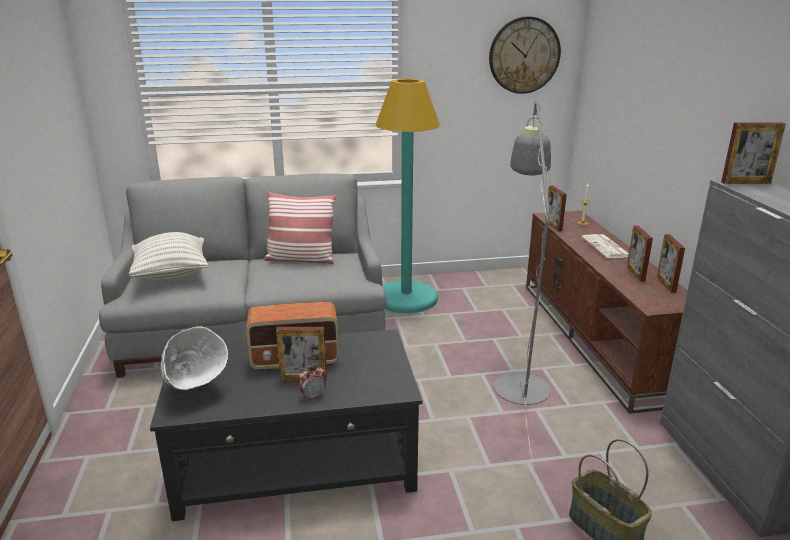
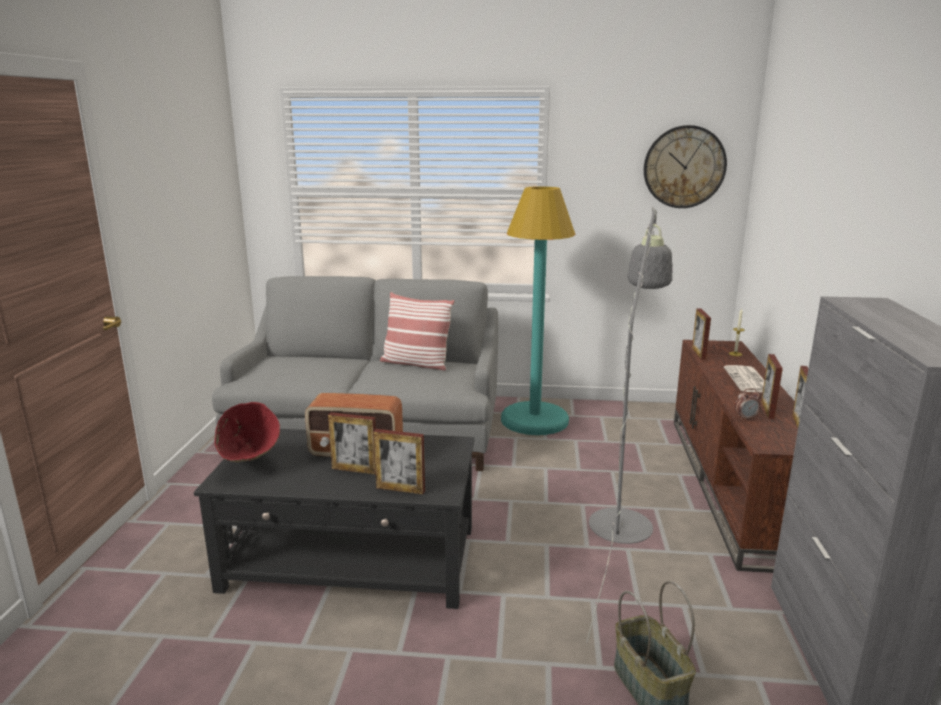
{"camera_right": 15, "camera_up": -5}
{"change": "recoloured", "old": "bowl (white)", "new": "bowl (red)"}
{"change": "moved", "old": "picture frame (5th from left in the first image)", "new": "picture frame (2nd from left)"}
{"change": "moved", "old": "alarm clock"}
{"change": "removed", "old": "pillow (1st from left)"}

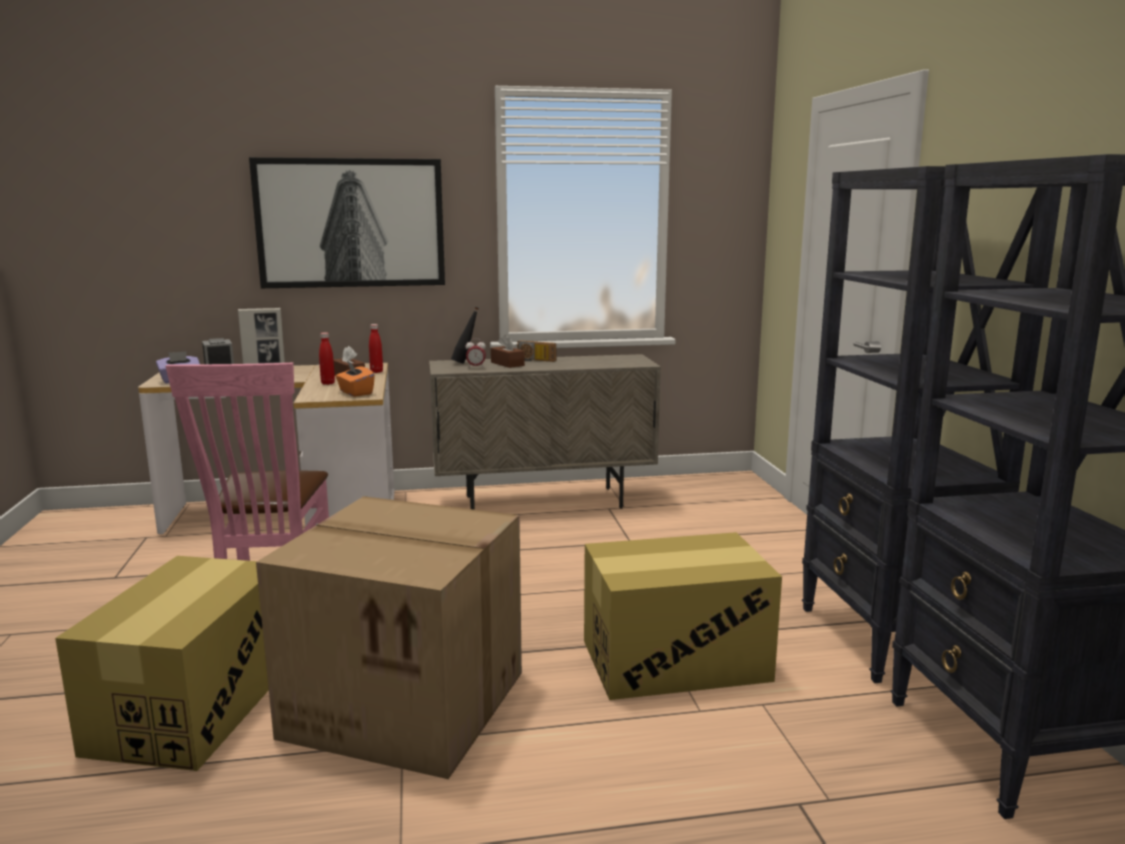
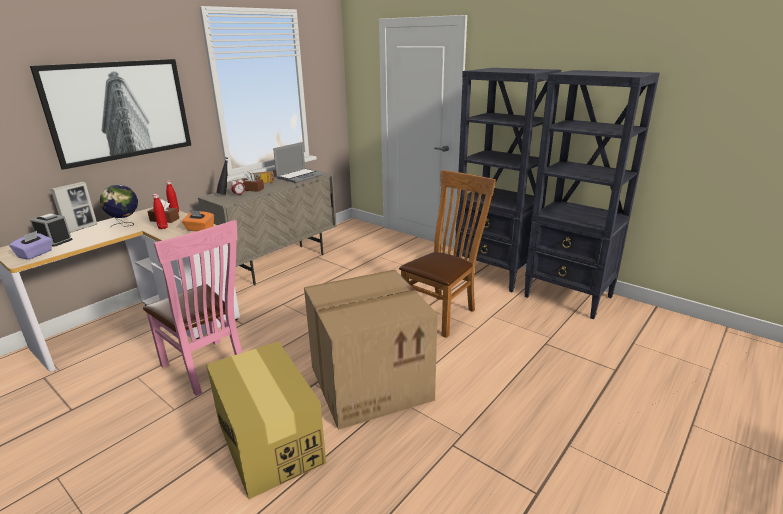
{"camera_right": -40, "camera_up": 10}
{"change": "added", "new": "globe"}
{"change": "added", "new": "laptop"}
{"change": "replaced", "old": "cardboard box (3rd from left)", "new": "chair (brown)"}

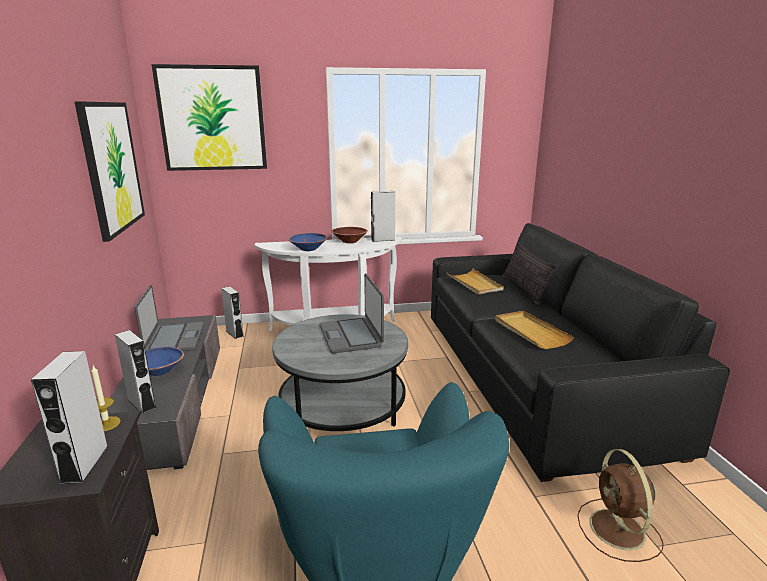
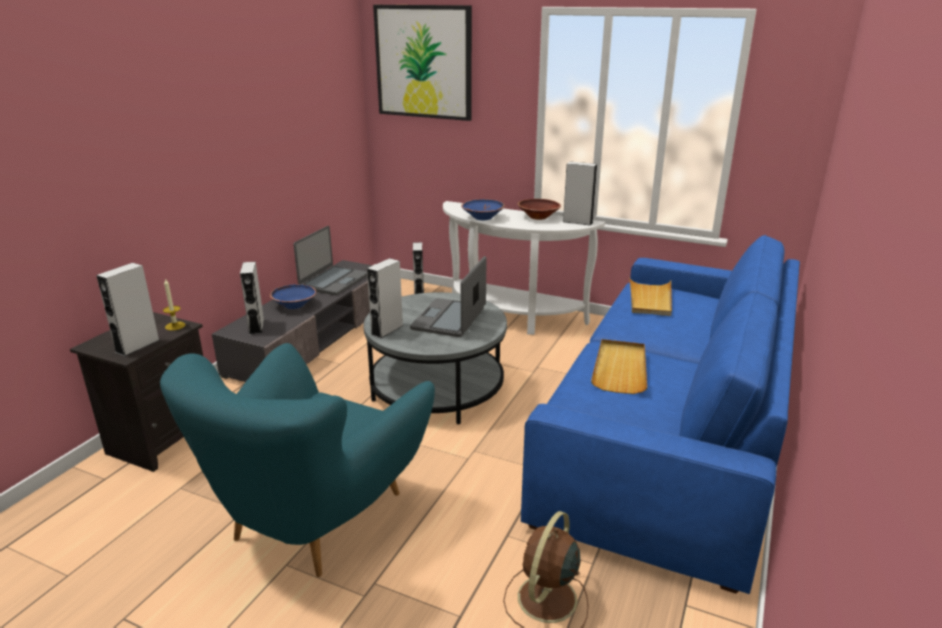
{"camera_right": 35, "camera_up": 5}
{"change": "added", "new": "speaker (grey) (3rd from left)"}
{"change": "recoloured", "old": "sofa (black)", "new": "sofa (blue)"}
{"change": "removed", "old": "picture (1st from left)"}
{"change": "removed", "old": "pillow"}

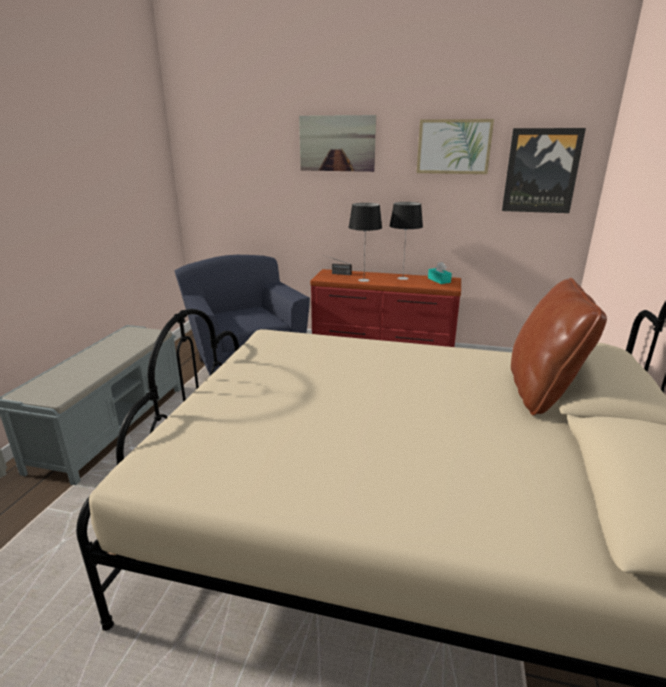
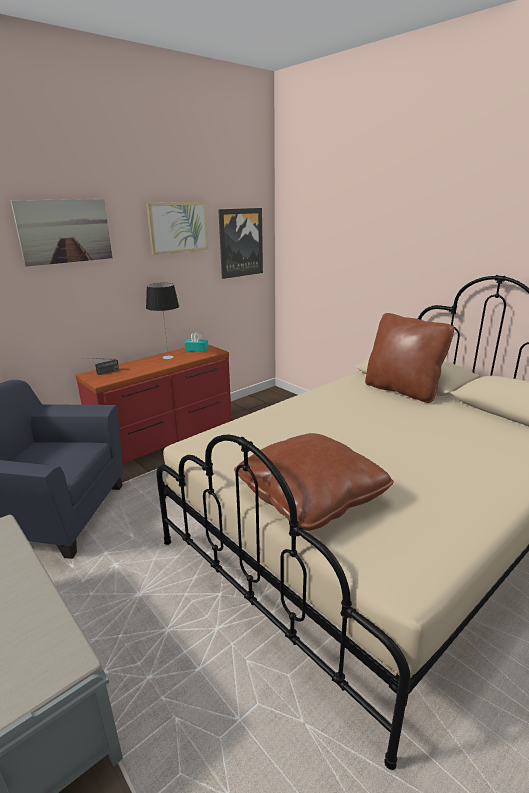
{"camera_right": -55, "camera_up": 0}
{"change": "added", "new": "pillow (brown) (1st from left)"}
{"change": "removed", "old": "table lamp (1st from left)"}

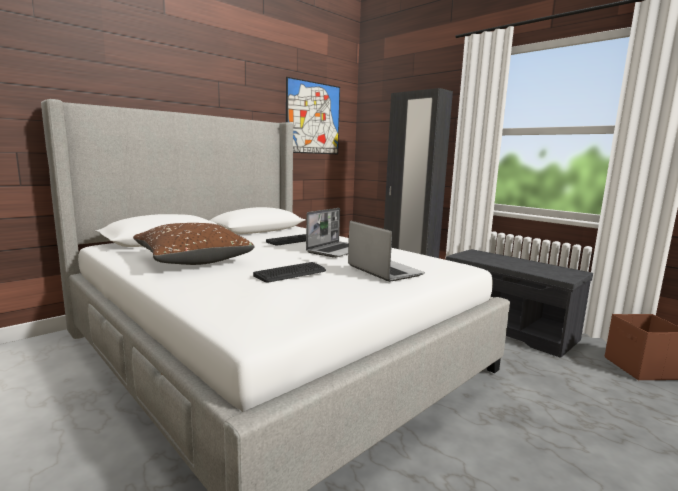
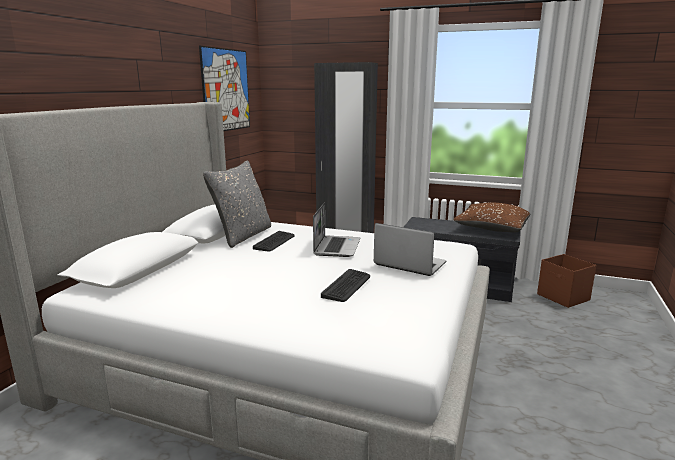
{"camera_right": -25, "camera_up": 5}
{"change": "added", "new": "pillow (grey)"}
{"change": "moved", "old": "pillow (brown)"}

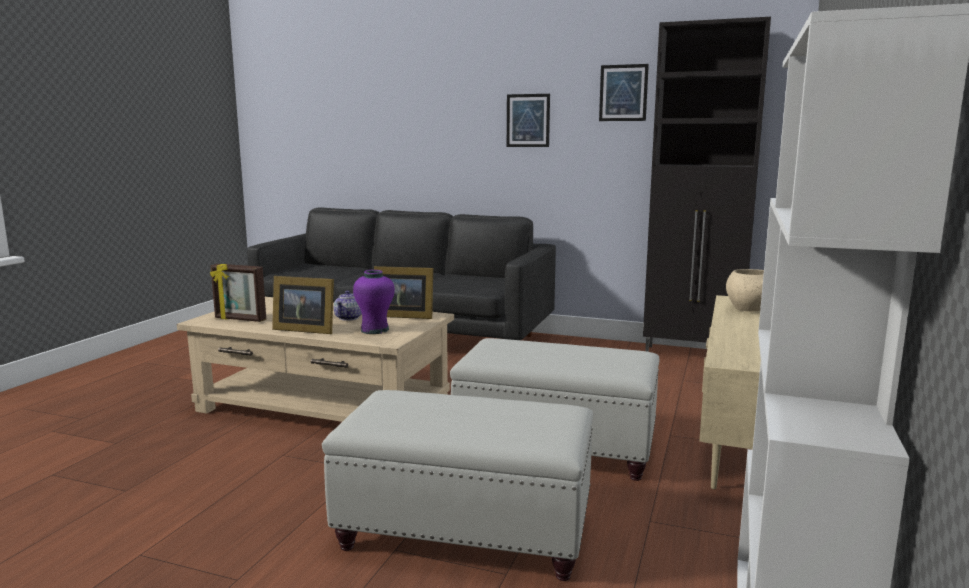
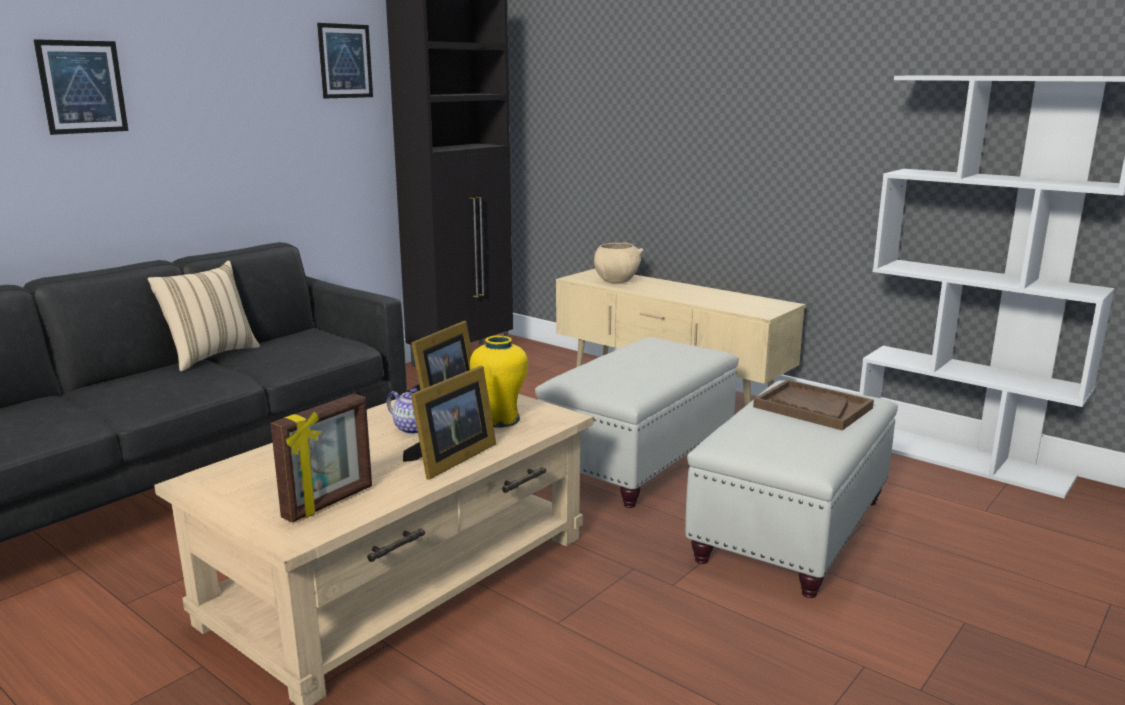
{"camera_right": -70, "camera_up": 5}
{"change": "moved", "old": "picture (1st from left)"}
{"change": "added", "new": "pillow (beige)"}
{"change": "recoloured", "old": "vase (purple)", "new": "vase (yellow)"}
{"change": "added", "new": "tray (brown)"}

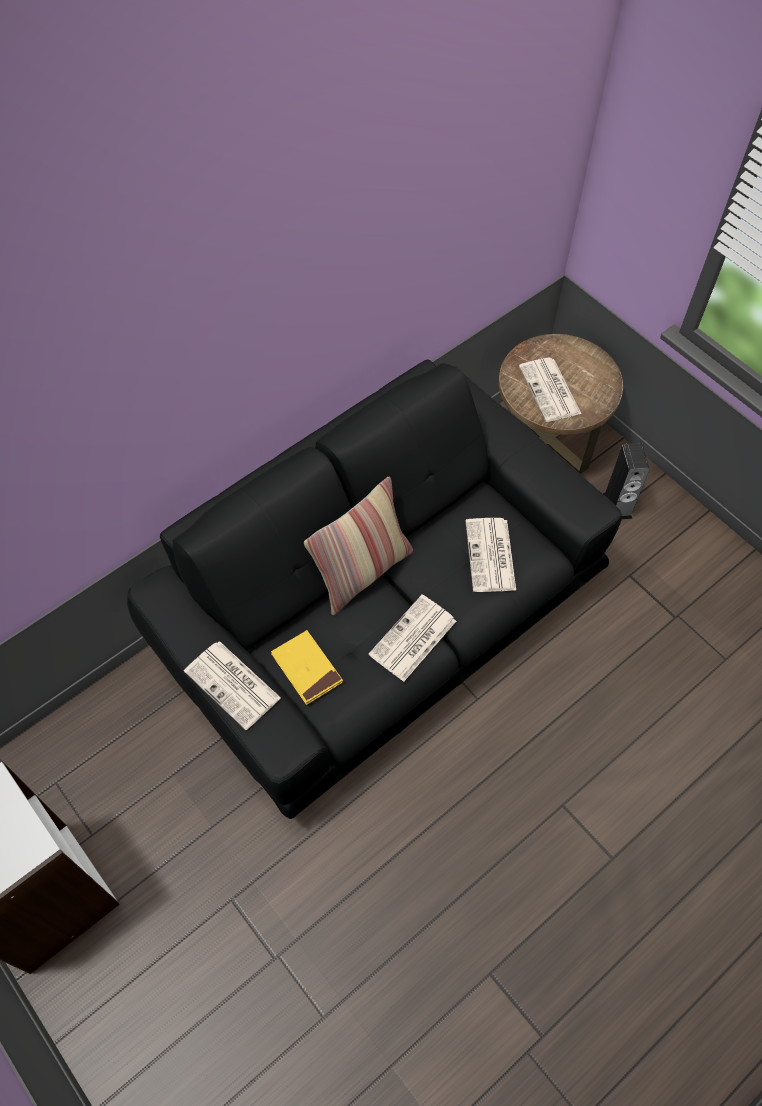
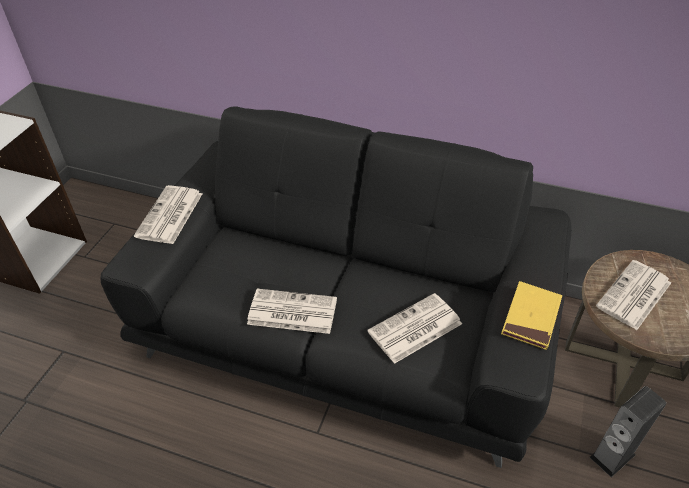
{"camera_right": 60, "camera_up": -15}
{"change": "moved", "old": "book (yellow)"}
{"change": "removed", "old": "pillow"}

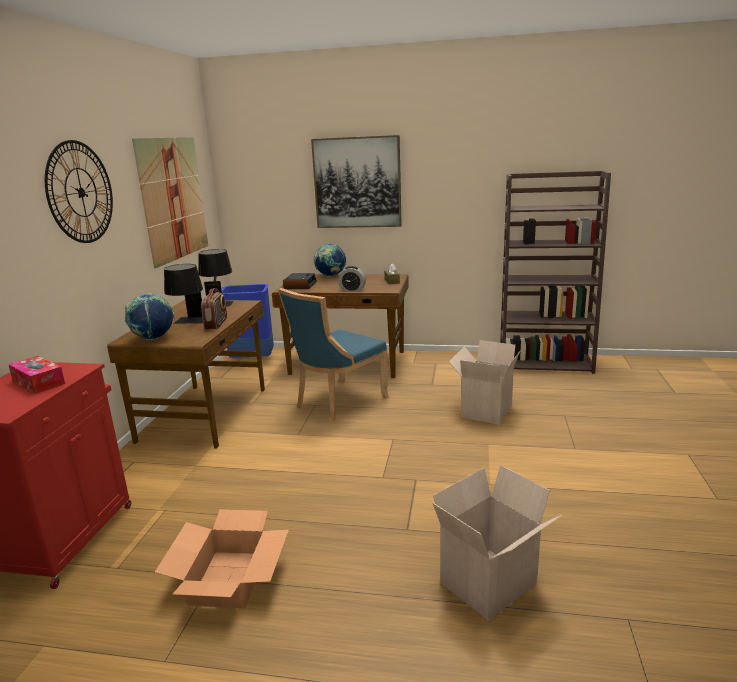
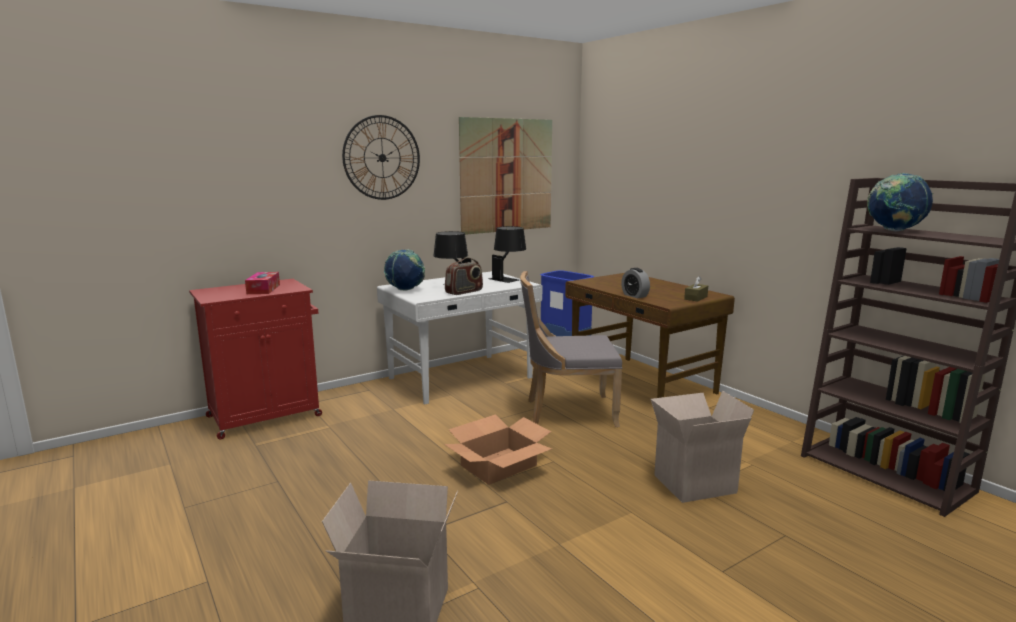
{"camera_right": 45, "camera_up": -5}
{"change": "recoloured", "old": "desk (brown) (1st from left)", "new": "desk (white)"}
{"change": "moved", "old": "cardboard box (1st from left in the first image)", "new": "cardboard box (2nd from left)"}
{"change": "recoloured", "old": "chair (blue)", "new": "chair (grey)"}
{"change": "moved", "old": "globe (2nd from left)"}
{"change": "removed", "old": "alarm clock (1st from left)"}
{"change": "removed", "old": "picture (2nd from left)"}

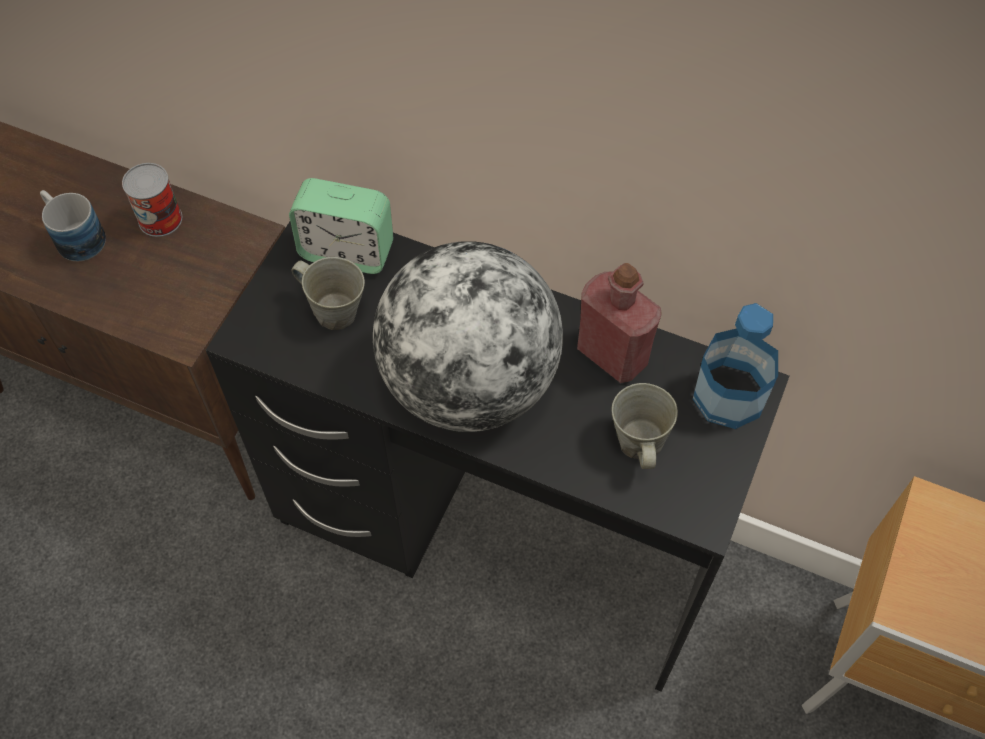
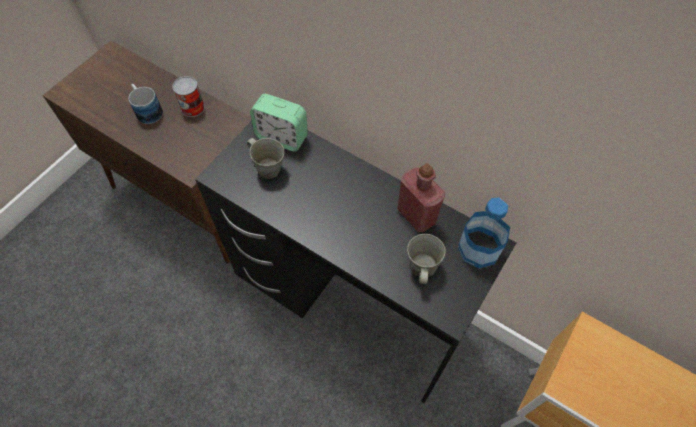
{"camera_right": 10, "camera_up": 0}
{"change": "removed", "old": "globe"}

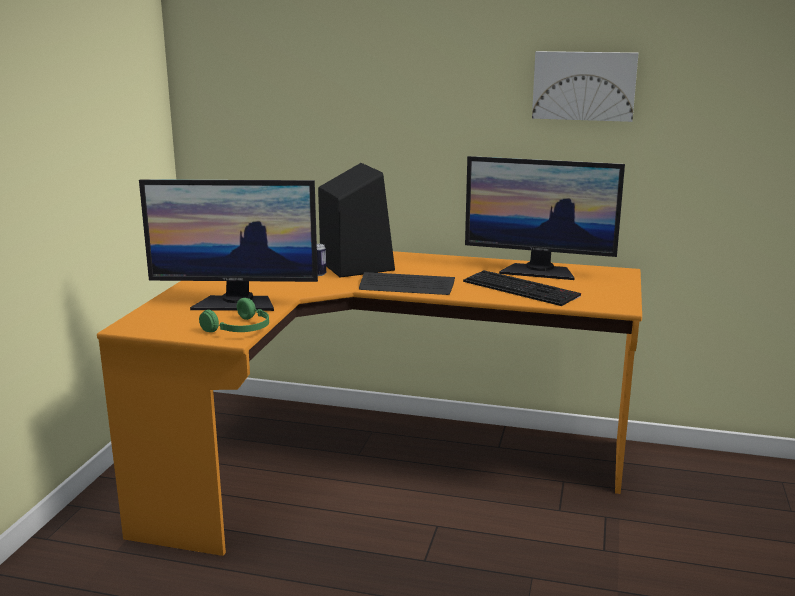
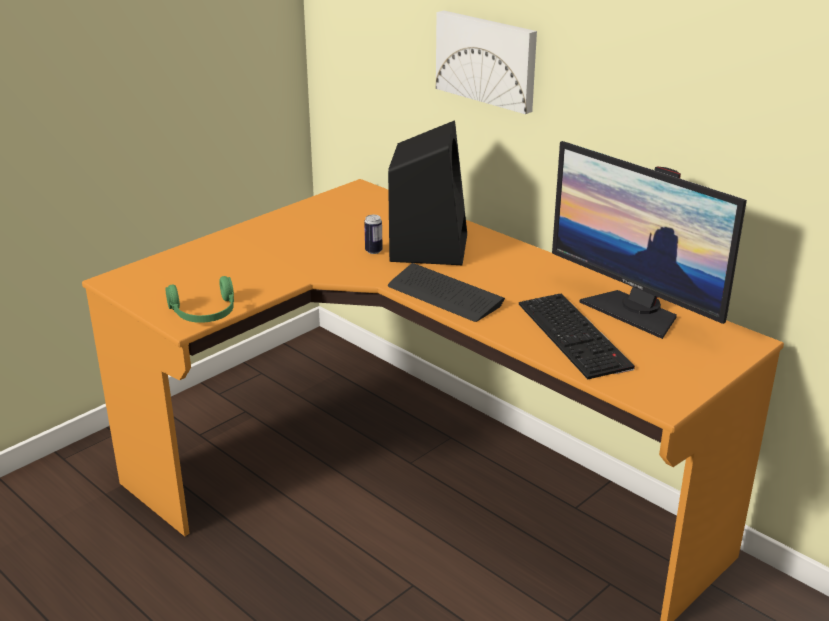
{"camera_right": 30, "camera_up": 10}
{"change": "moved", "old": "picture"}
{"change": "removed", "old": "monitor (1st from left)"}

